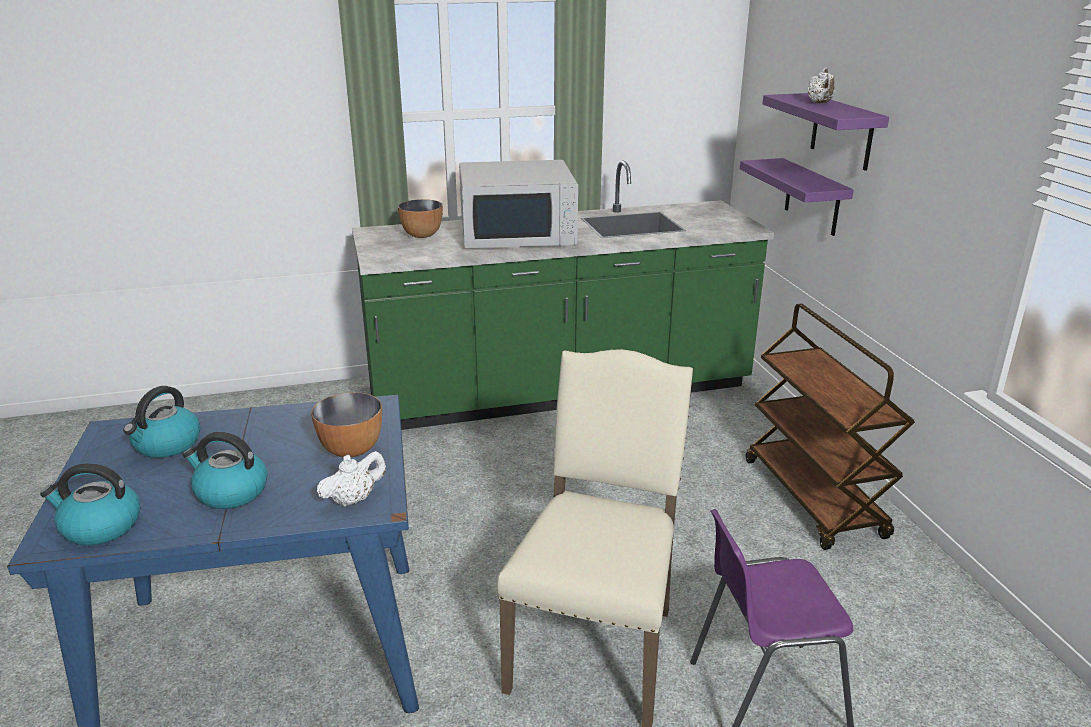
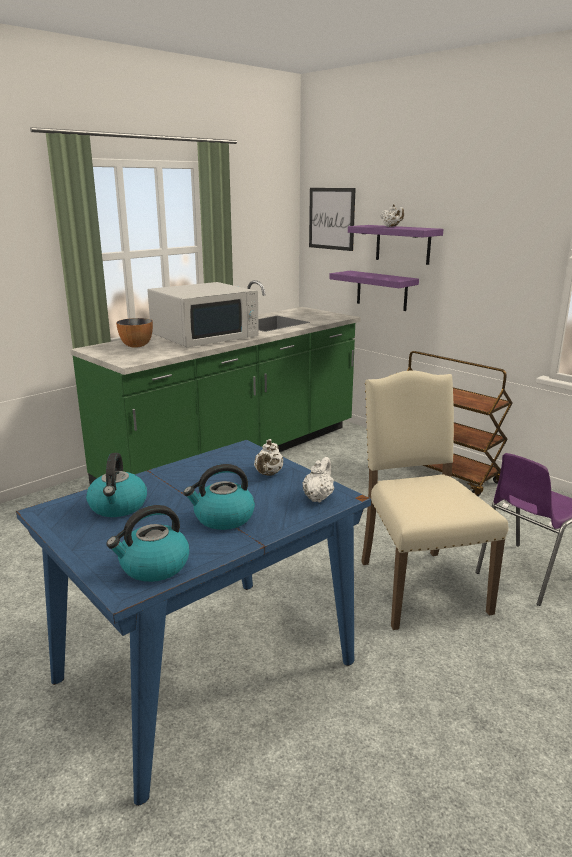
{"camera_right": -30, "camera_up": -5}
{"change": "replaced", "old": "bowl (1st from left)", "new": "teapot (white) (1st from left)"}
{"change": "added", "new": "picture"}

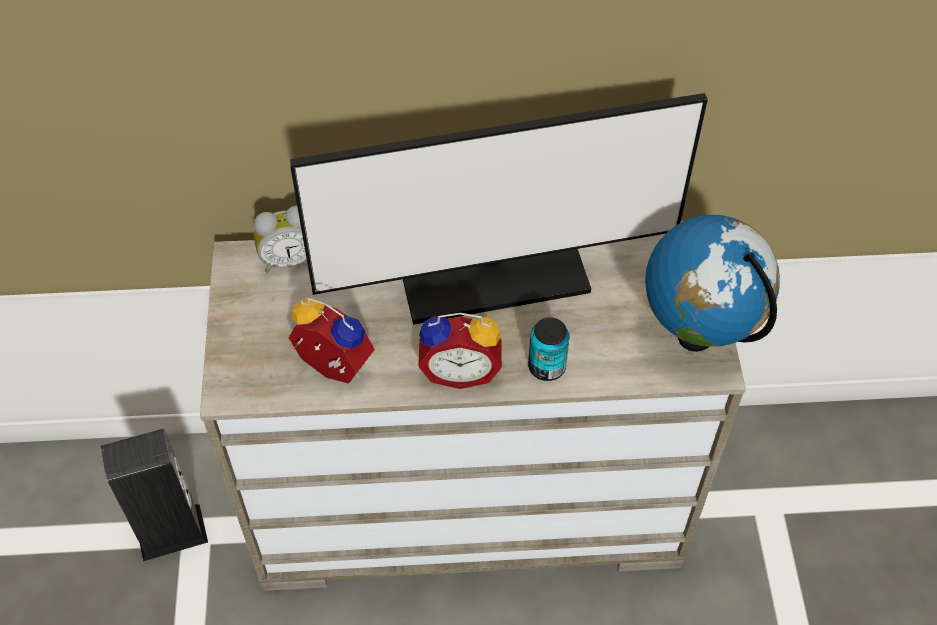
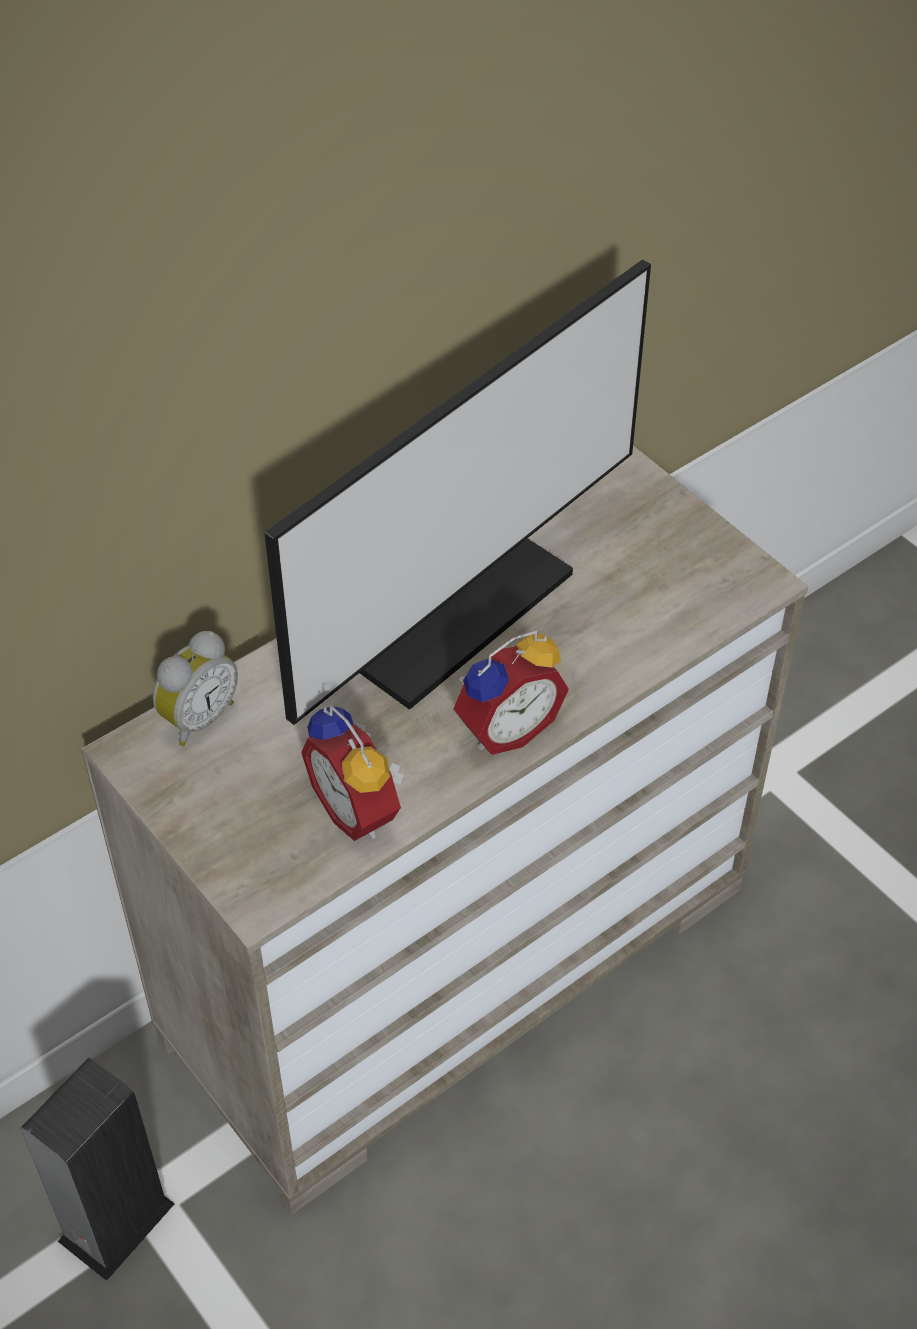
{"camera_right": -35, "camera_up": -5}
{"change": "turned", "old": "alarm clock (2nd from left)", "degrees": -120}
{"change": "removed", "old": "can"}
{"change": "removed", "old": "globe"}

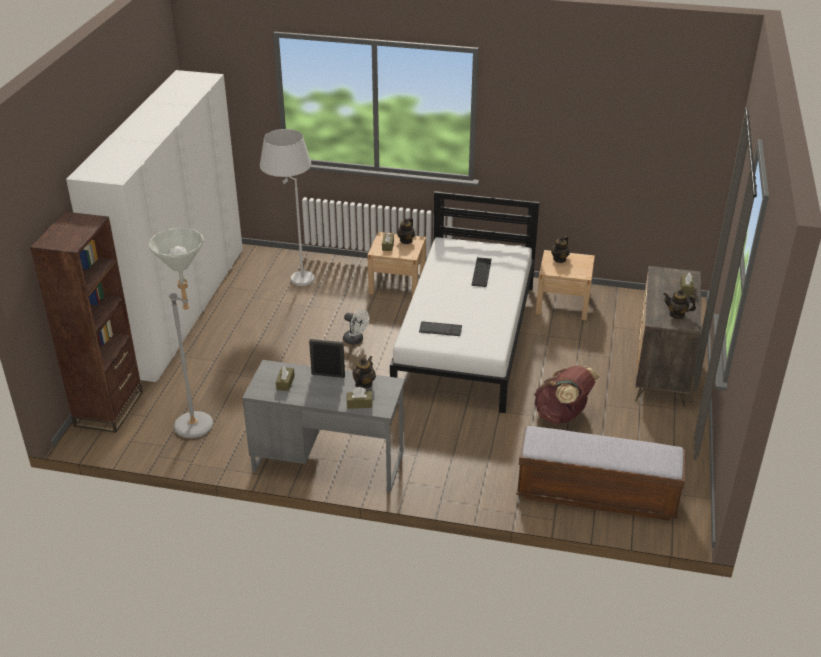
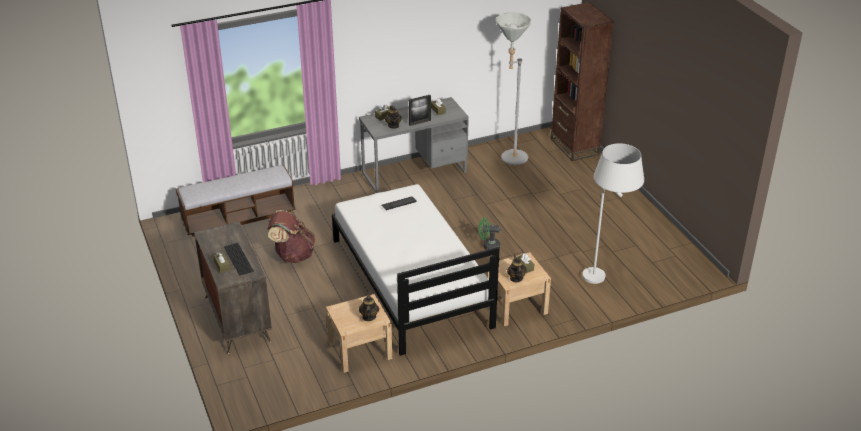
{"camera_right": 145, "camera_up": 0}
{"change": "moved", "old": "keyboard (2nd from left in the first image)", "new": "keyboard (1st from left)"}
{"change": "recoloured", "old": "fan (white)", "new": "fan (green)"}
{"change": "removed", "old": "wardrobe (white)"}
{"change": "removed", "old": "teapot (4th from left)"}

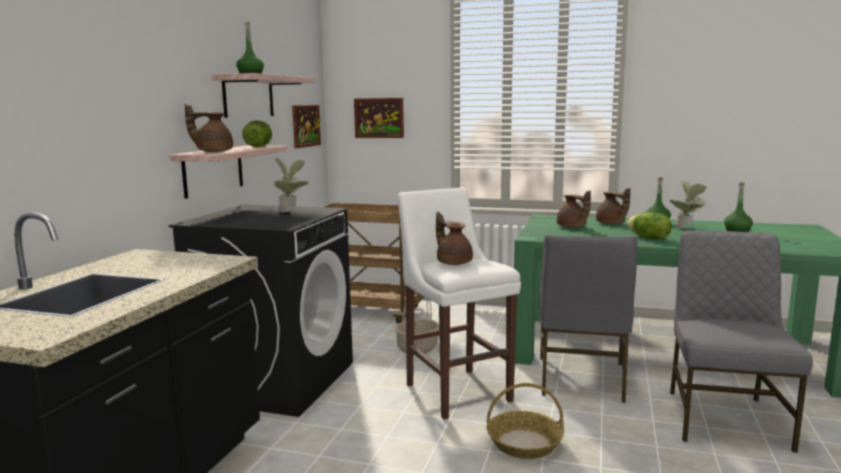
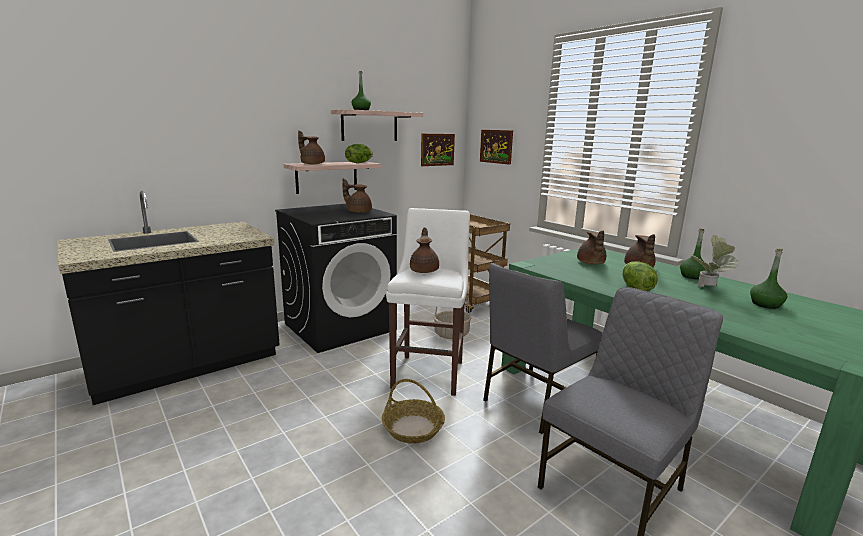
{"camera_right": 35, "camera_up": 5}
{"change": "replaced", "old": "potted plant (1st from left)", "new": "teapot (brown) (2nd from left)"}

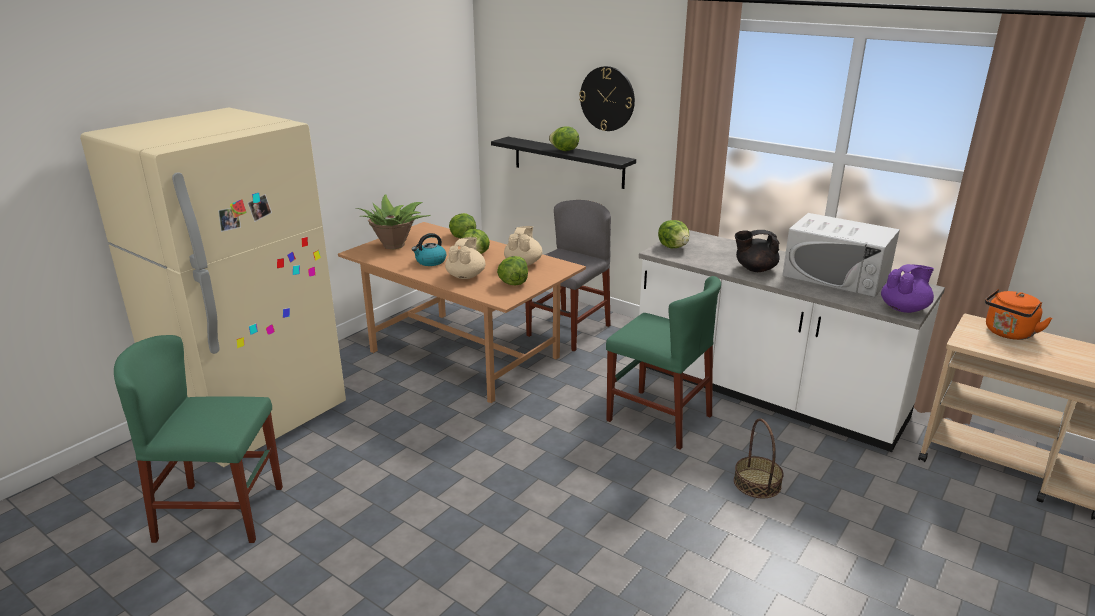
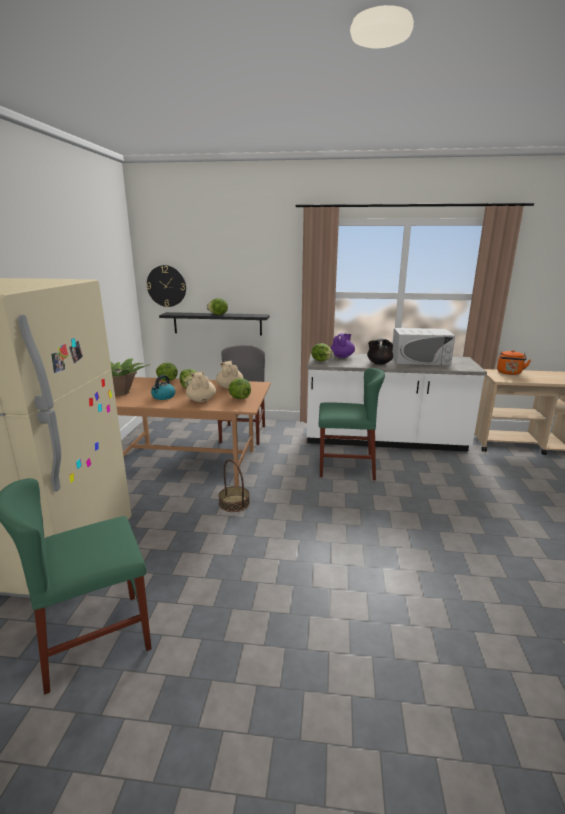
{"camera_right": -30, "camera_up": -5}
{"change": "moved", "old": "wall clock"}
{"change": "moved", "old": "basket"}
{"change": "moved", "old": "teapot (purple)"}

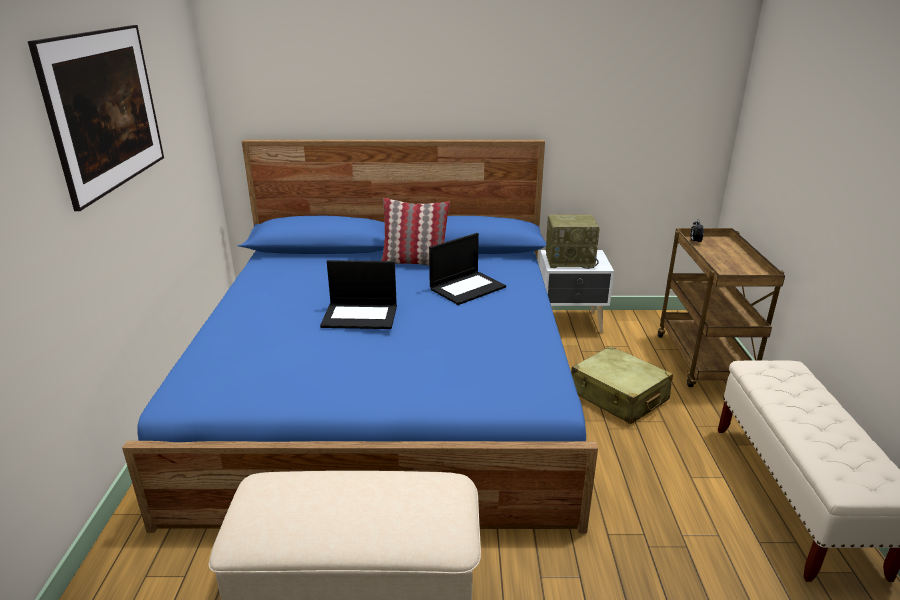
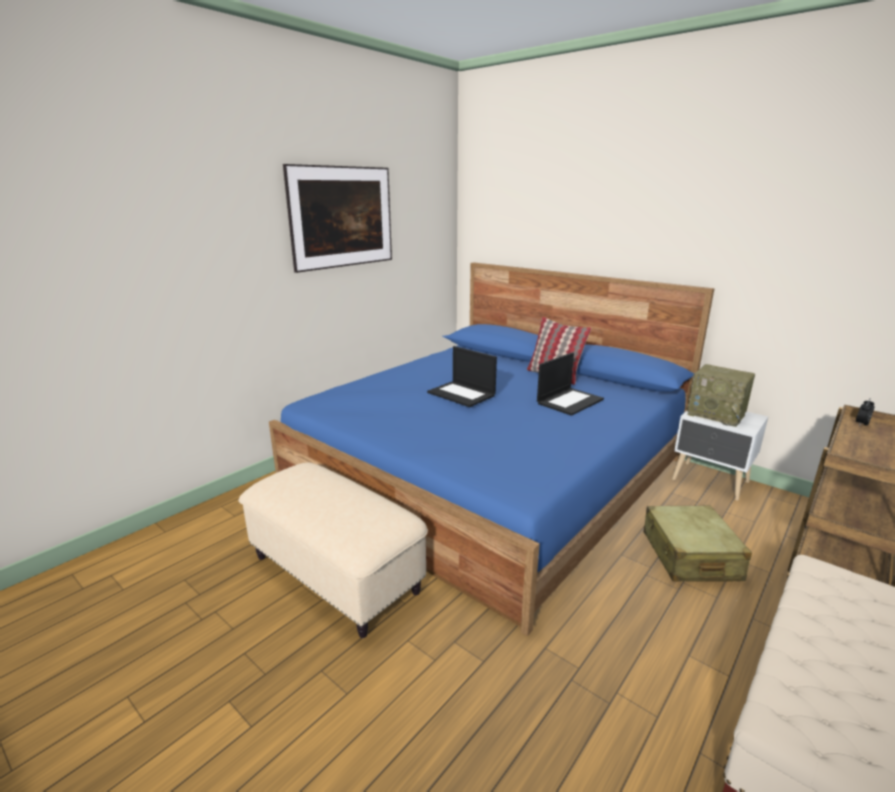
{"camera_right": 40, "camera_up": -5}
{"change": "turned", "old": "laptop (2nd from left)", "degrees": -45}

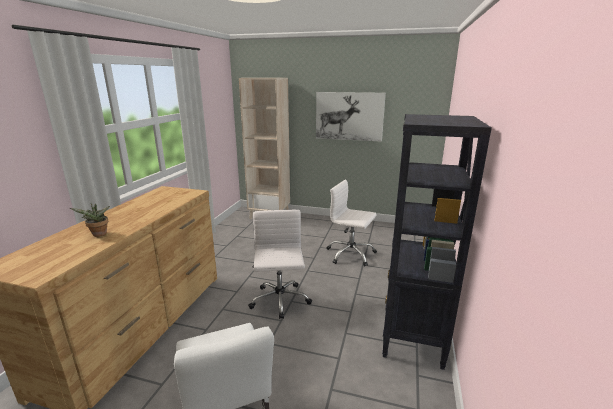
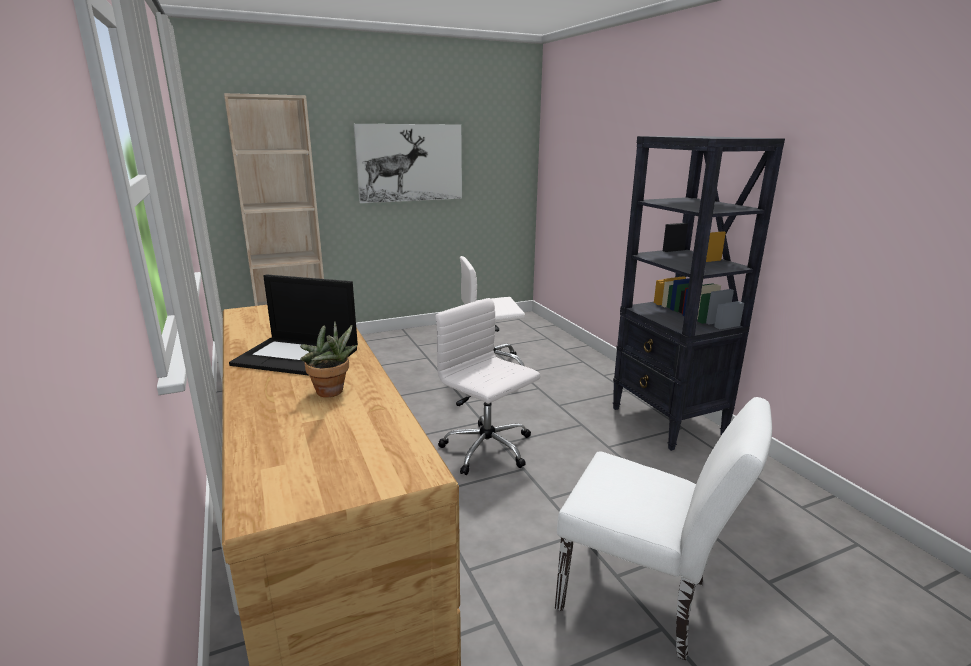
{"camera_right": -40, "camera_up": 0}
{"change": "added", "new": "laptop"}

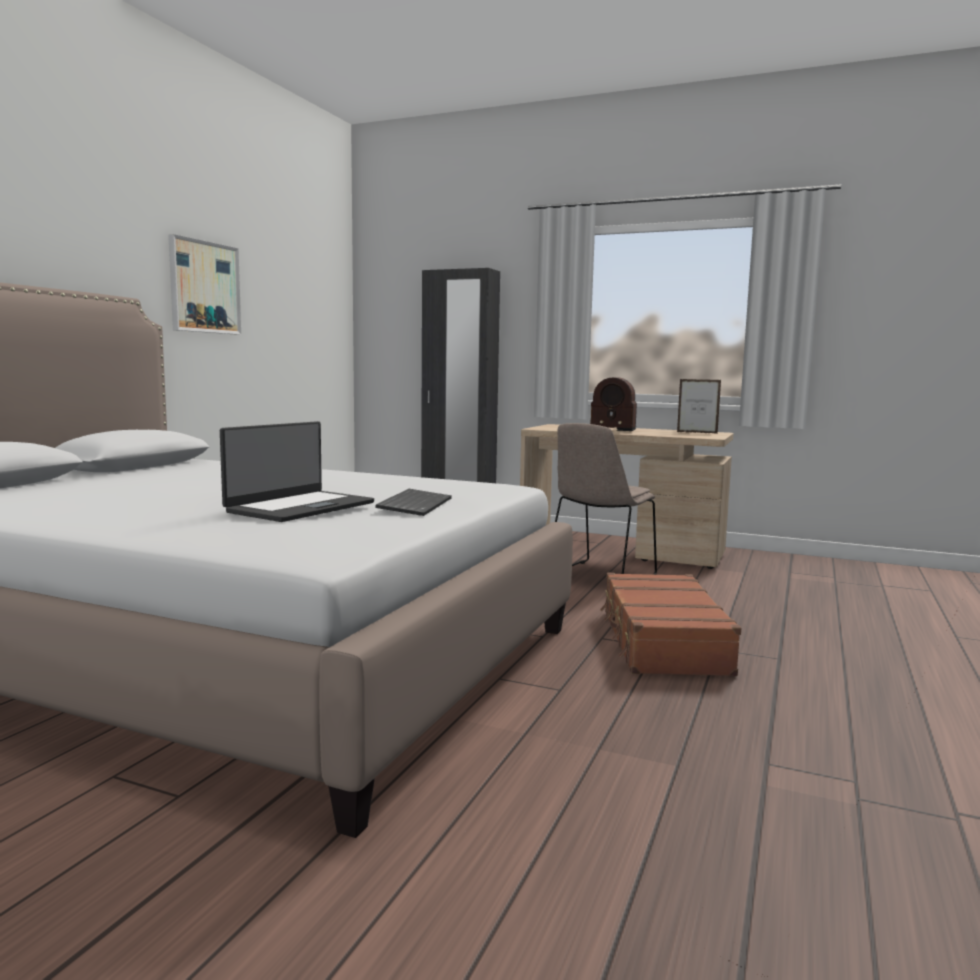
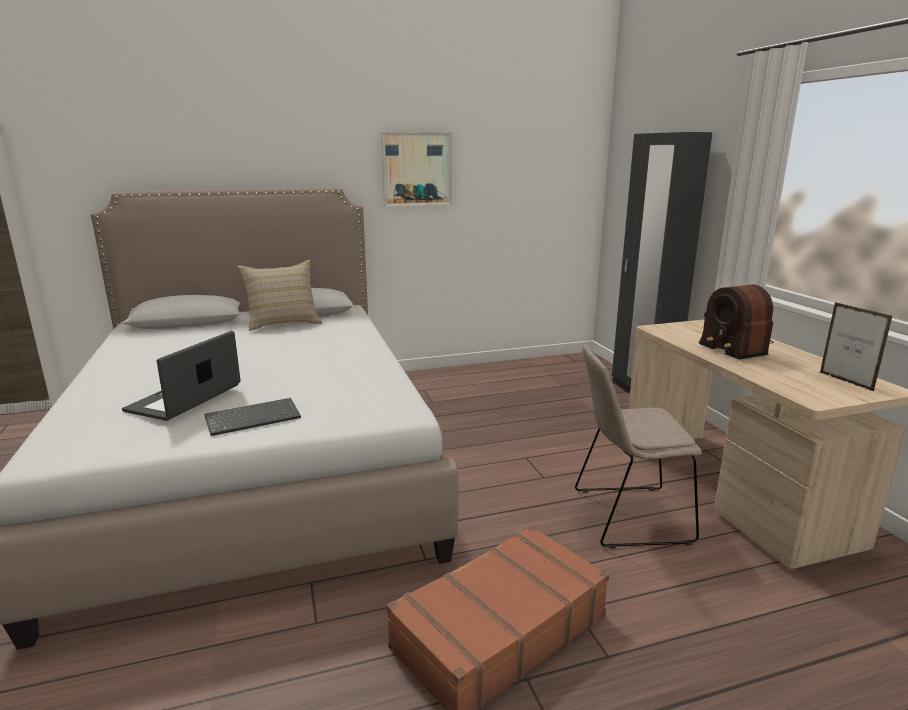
{"camera_right": 50, "camera_up": 10}
{"change": "turned", "old": "laptop", "degrees": 120}
{"change": "added", "new": "pillow (beige)"}

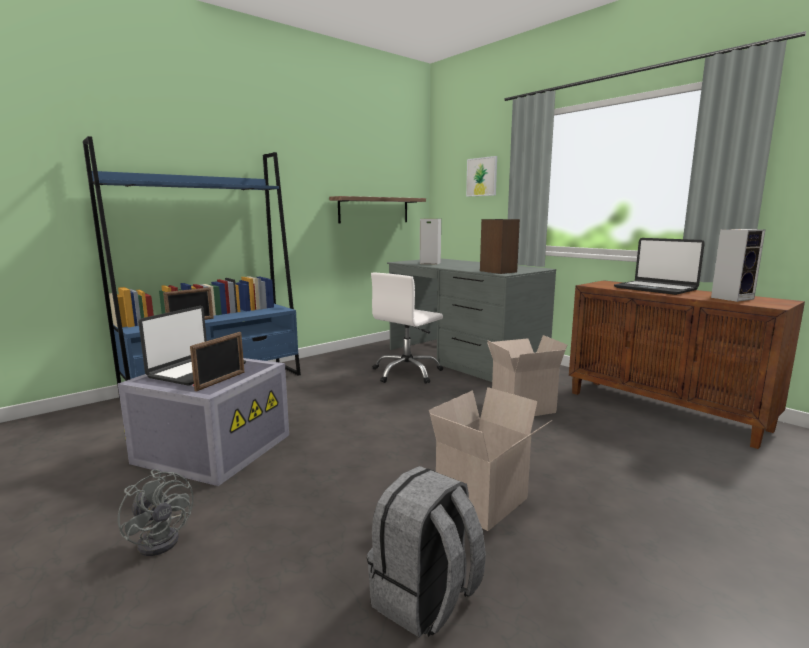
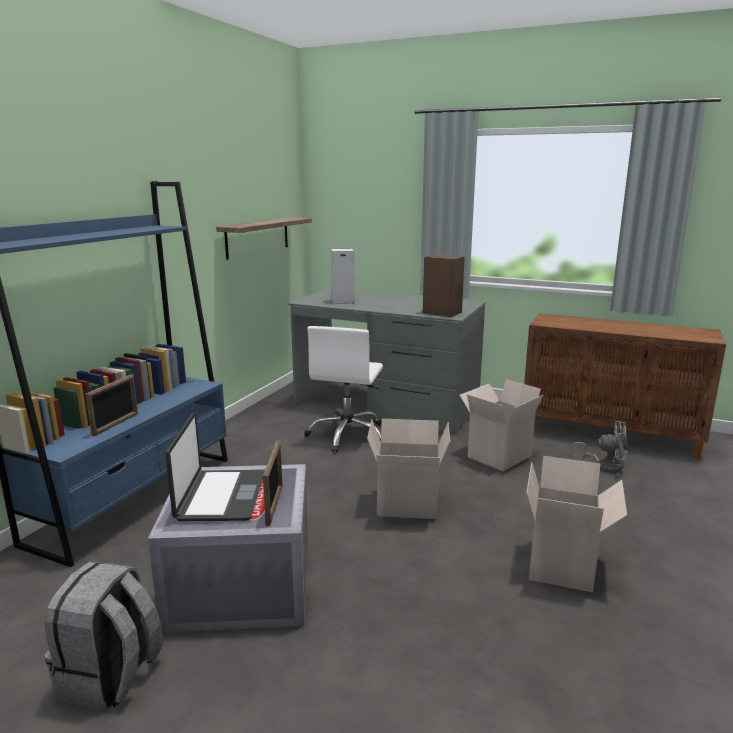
{"camera_right": -25, "camera_up": 5}
{"change": "moved", "old": "backpack (grey)"}
{"change": "added", "new": "cardboard box (1st from left)"}
{"change": "moved", "old": "fan (grey)"}
{"change": "removed", "old": "picture"}
{"change": "removed", "old": "laptop (2nd from left)"}
{"change": "removed", "old": "speaker (3rd from left)"}

